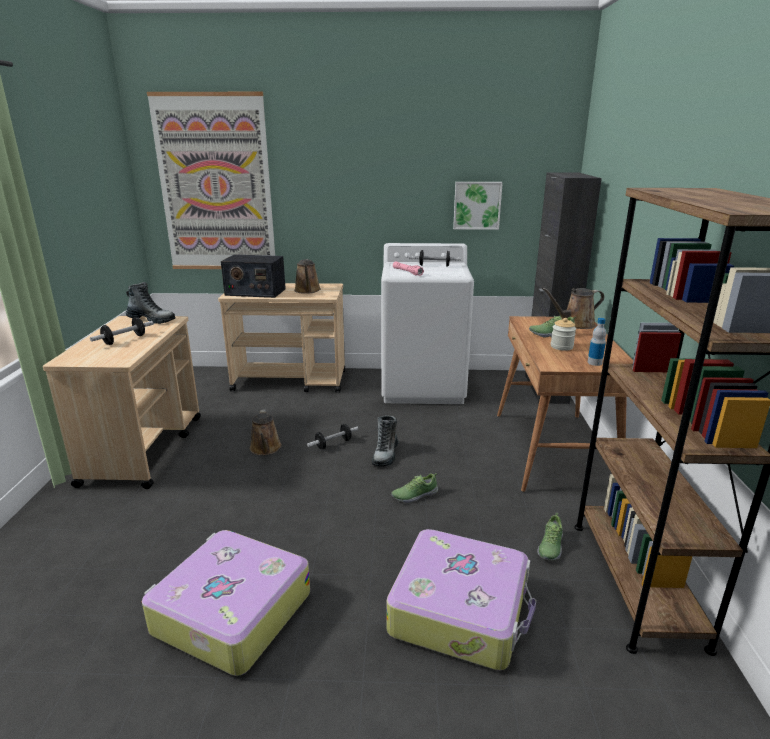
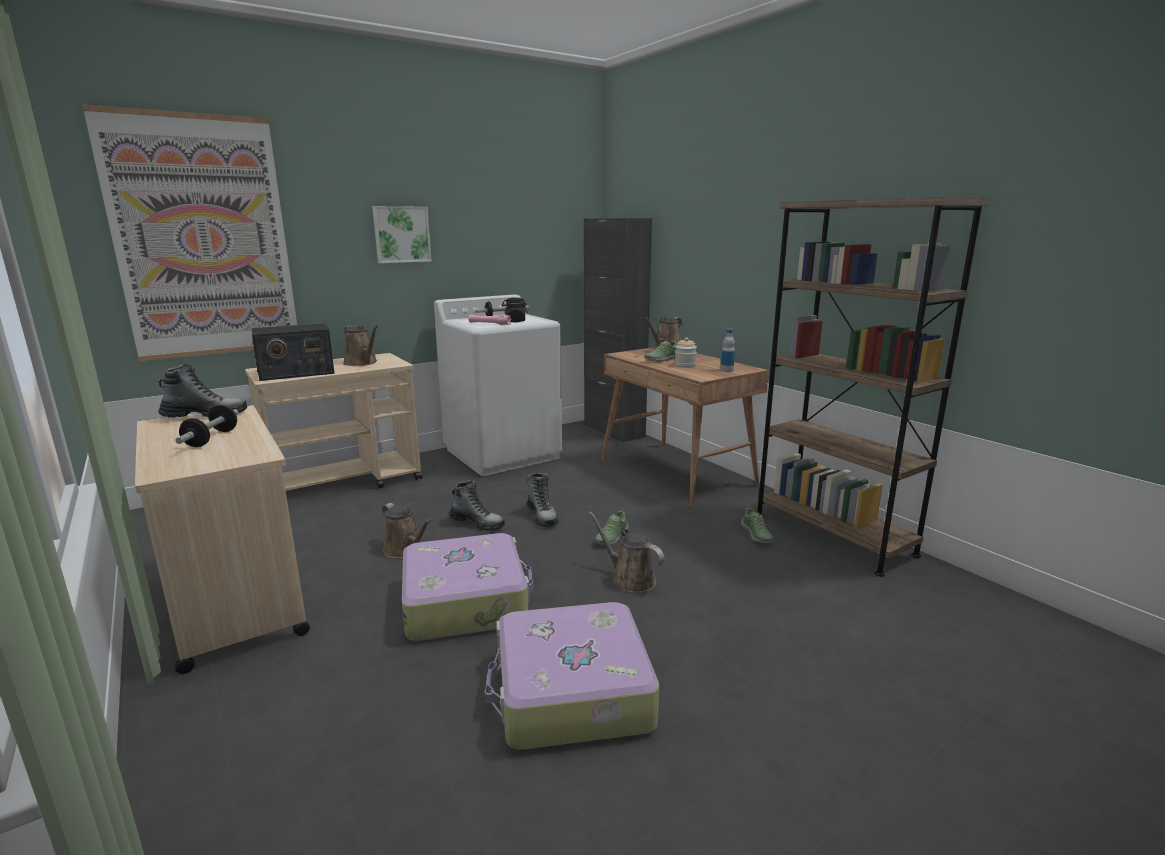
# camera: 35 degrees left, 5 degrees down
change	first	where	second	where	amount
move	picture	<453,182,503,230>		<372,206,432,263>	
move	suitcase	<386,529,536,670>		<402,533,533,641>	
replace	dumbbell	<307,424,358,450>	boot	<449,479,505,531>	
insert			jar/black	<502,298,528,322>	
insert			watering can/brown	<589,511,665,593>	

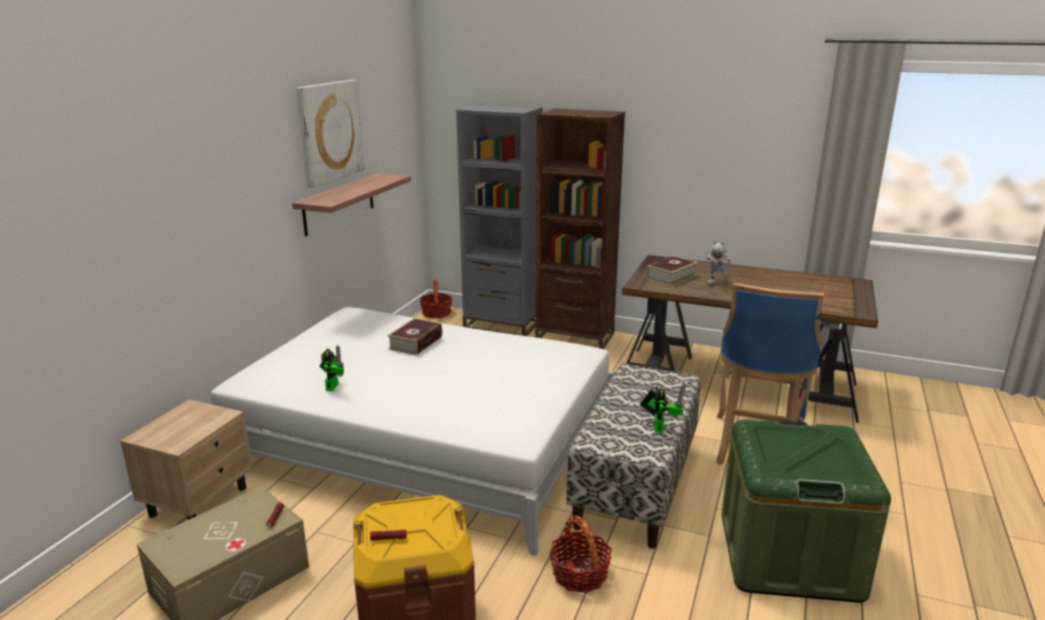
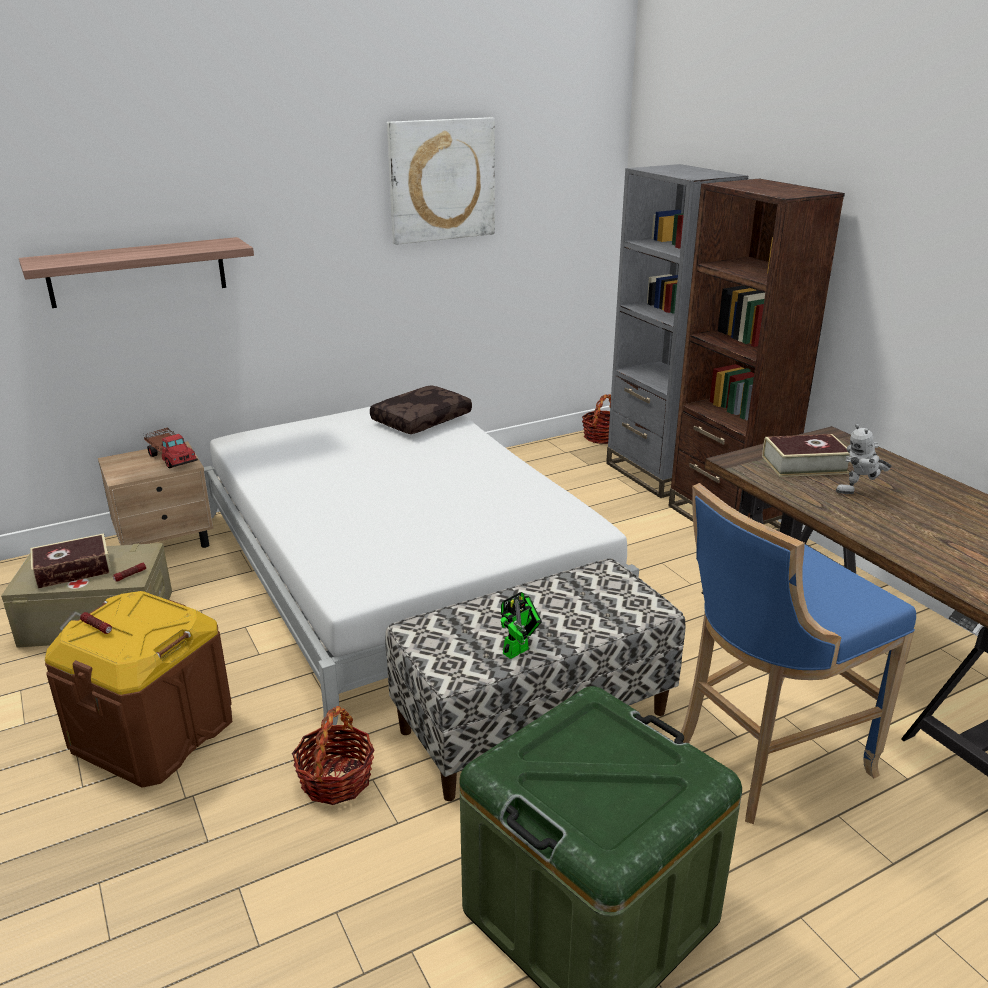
# camera: 40 degrees right, 5 degrees up
change	first	where	second	where	amount
move	shelf	<292,173,411,236>		<19,237,254,308>	
move	book	<387,318,442,355>		<30,533,112,589>	
insert			toy truck	<143,428,198,468>	
insert			pillow/brown	<370,385,472,434>	
delete	toy robot	<319,345,344,391>			

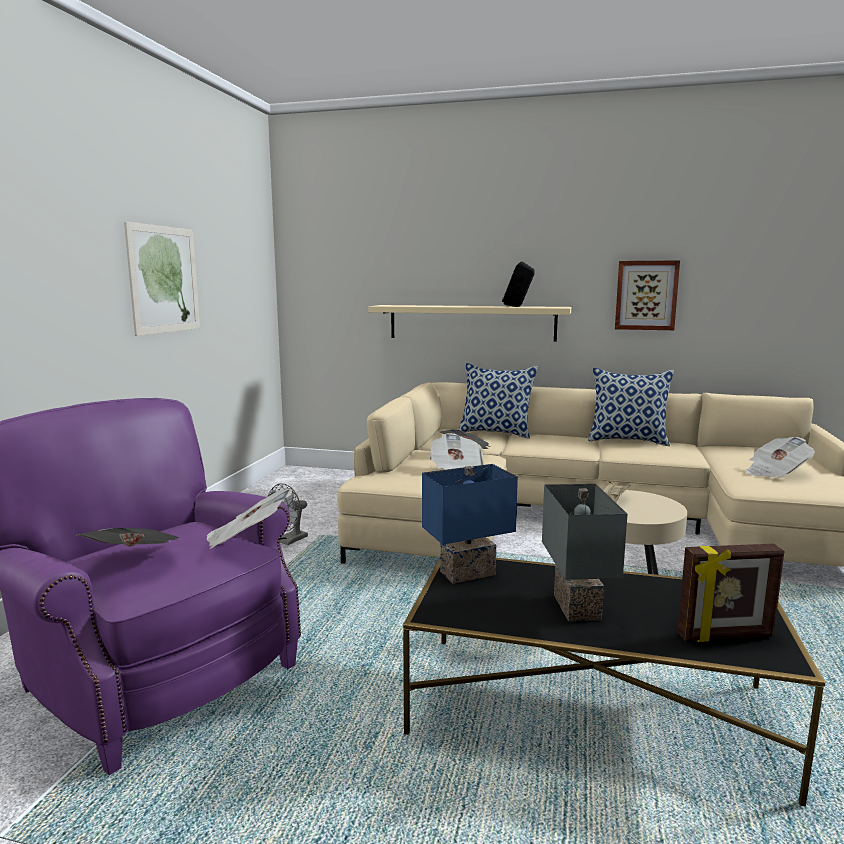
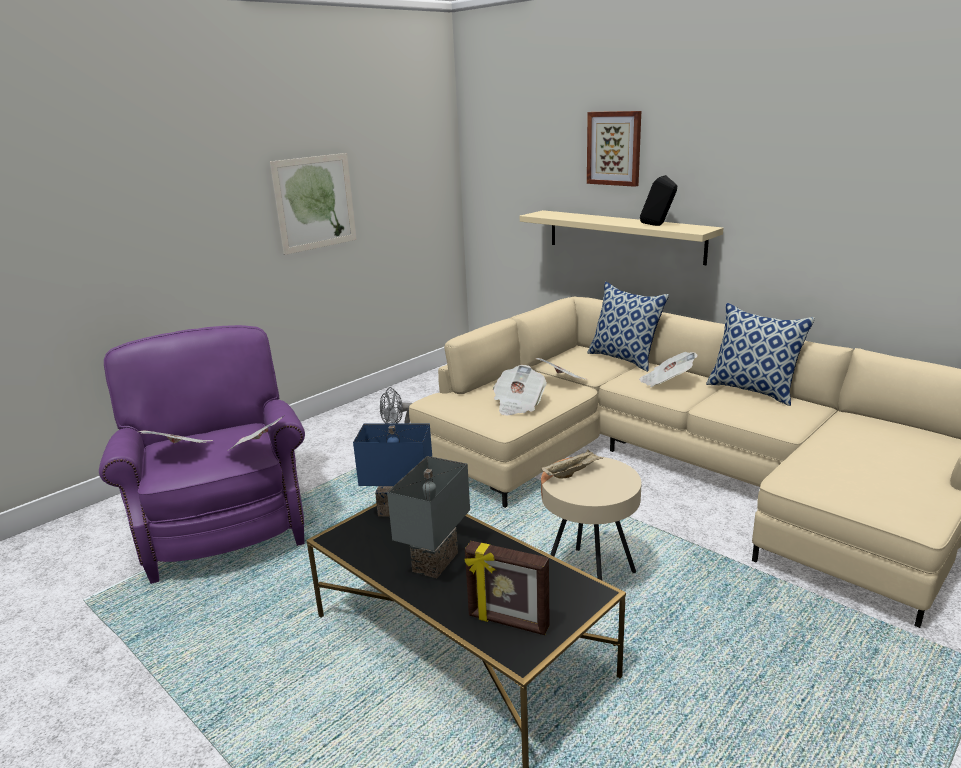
# camera: 30 degrees right, 10 degrees up
change	first	where	second	where	amount
move	picture	<615,260,680,330>		<587,111,641,187>	
move	newspaper	<746,437,815,478>		<639,352,698,387>	

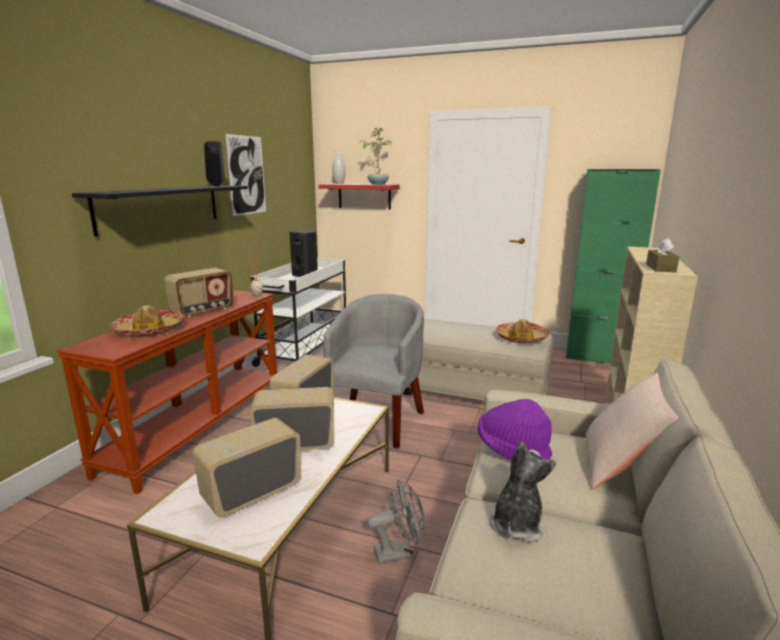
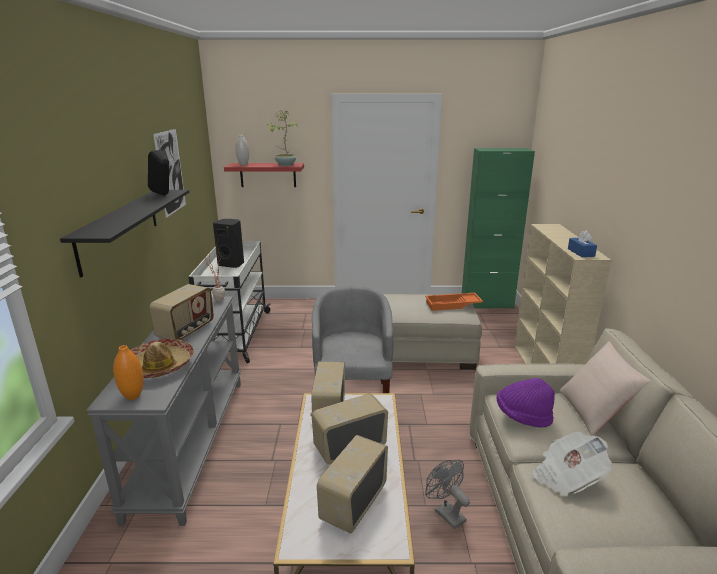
# camera: 20 degrees left, 5 degrees up
change	first	where	second	where	amount
recolor	console table/brown	<57,290,277,494>	console table/grey	<86,297,241,526>	
insert			vase/orange	<113,345,144,400>	
replace	hat	<496,319,550,343>	tray/orange	<425,293,483,311>	
rotate	fan/grey	<367,480,425,564>		<425,460,470,529>	90 degrees counterclockwise
replace	plush toy	<490,442,556,543>	newspaper	<532,432,612,497>	
recolor	tissue box/brown	<646,238,679,272>	tissue box/blue	<568,231,597,257>	

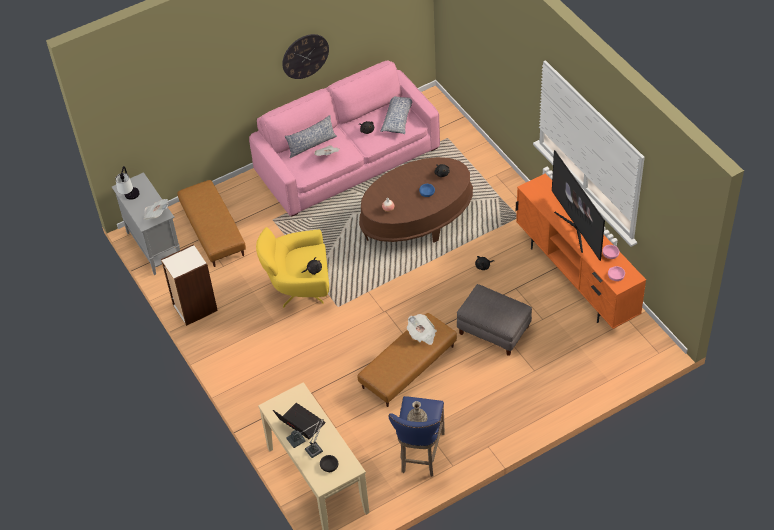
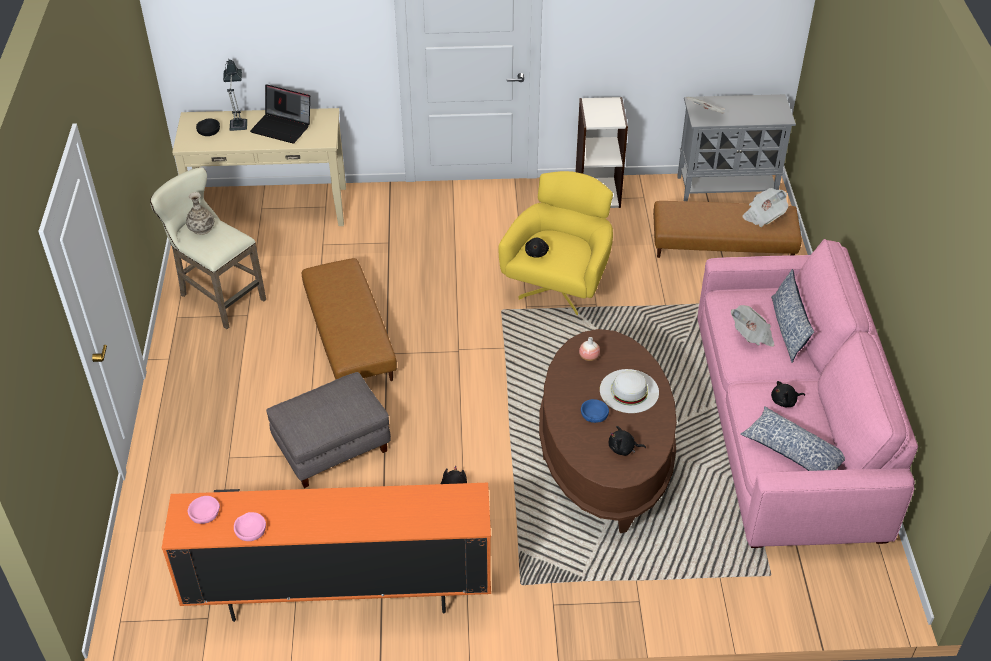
# camera: 115 degrees right, 5 degrees down
change	first	where	second	where	amount
recolor	stool/blue	<389,396,445,477>	stool/beige	<150,167,266,329>	
rotate	laptop	<273,403,326,439>		<250,84,310,144>	45 degrees clockwise
insert			hat/white	<600,369,659,413>	
move	newspaper	<407,314,437,345>		<743,188,788,227>	
delete	table lamp	<115,166,139,200>			
delete	wall clock	<282,34,329,79>			
delete	television	<552,150,605,261>			

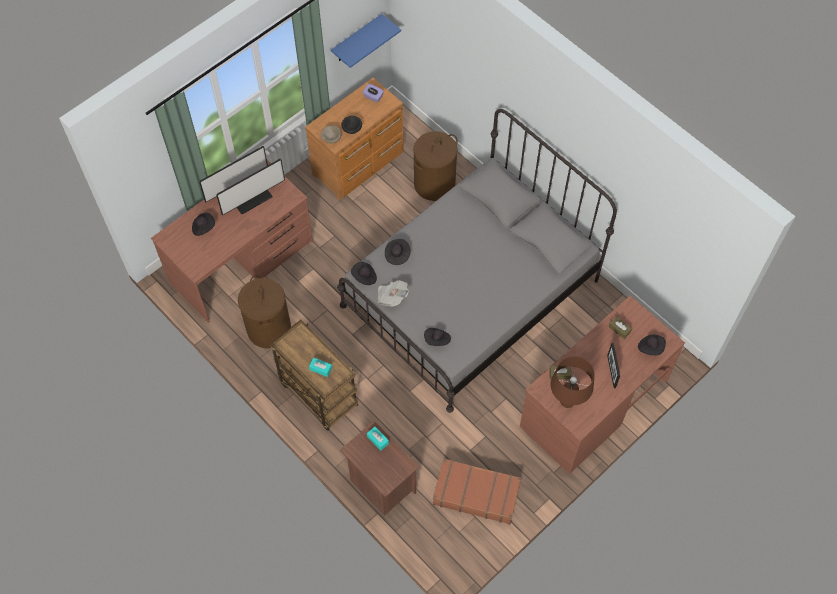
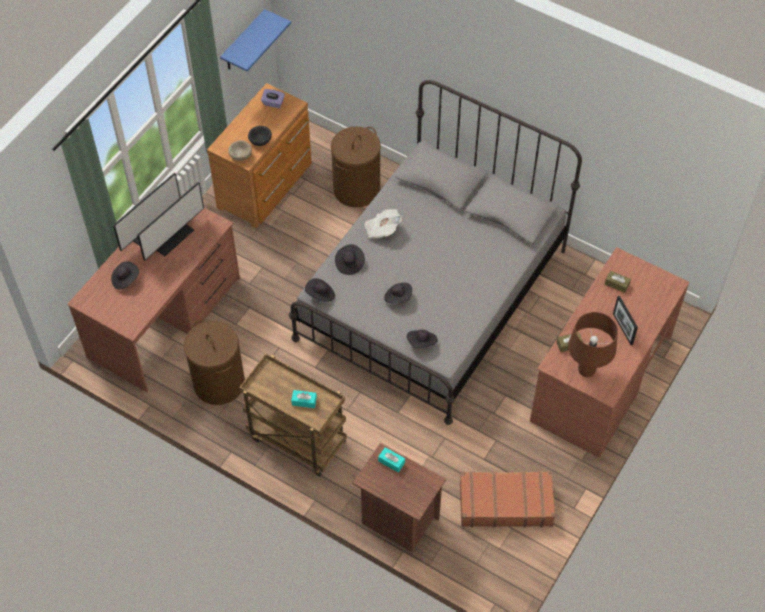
# camera: 15 degrees left, 5 degrees down
change	first	where	second	where	amount
move	newspaper	<377,280,409,307>		<365,209,402,238>	
move	hat/black	<638,335,666,355>		<384,283,412,304>	

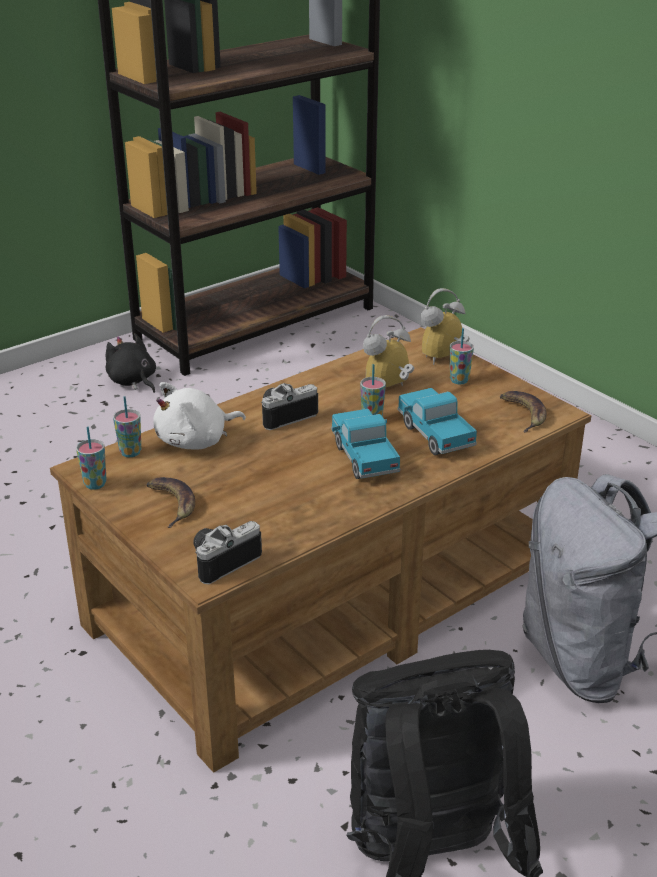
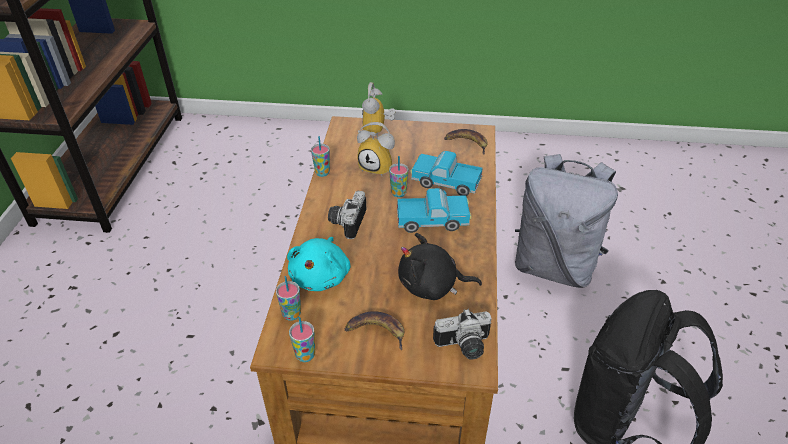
# camera: 45 degrees left, 10 degrees up
change	first	where	second	where	amount
recolor	plush toy/white	<153,382,246,450>	plush toy/turquoise	<287,237,351,291>	
move	cup	<450,328,474,385>		<311,136,330,177>	
rotate	alarm clock	<363,315,414,387>		<357,122,395,176>	75 degrees counterclockwise
rotate	toy truck	<331,409,400,479>		<397,188,472,233>	150 degrees clockwise
move	plush toy/black	<105,333,156,393>		<398,233,482,300>	
rotate	photo camera	<193,521,262,584>		<433,309,492,360>	105 degrees counterclockwise

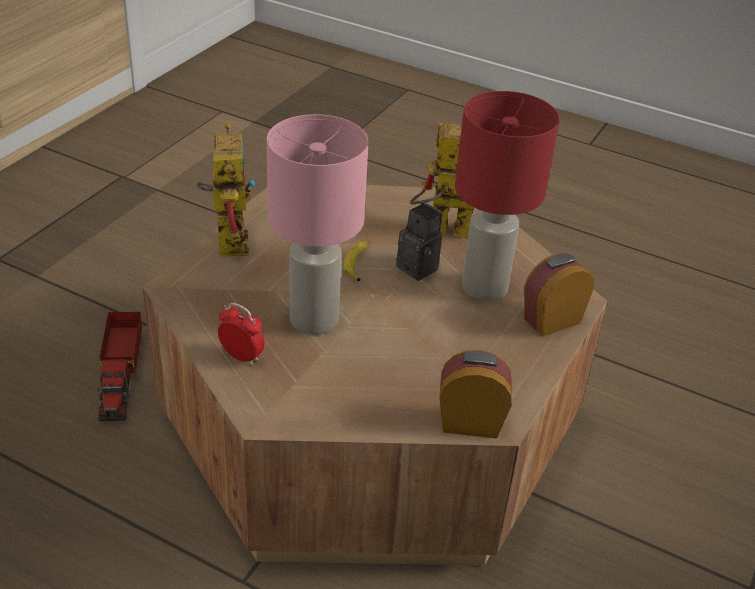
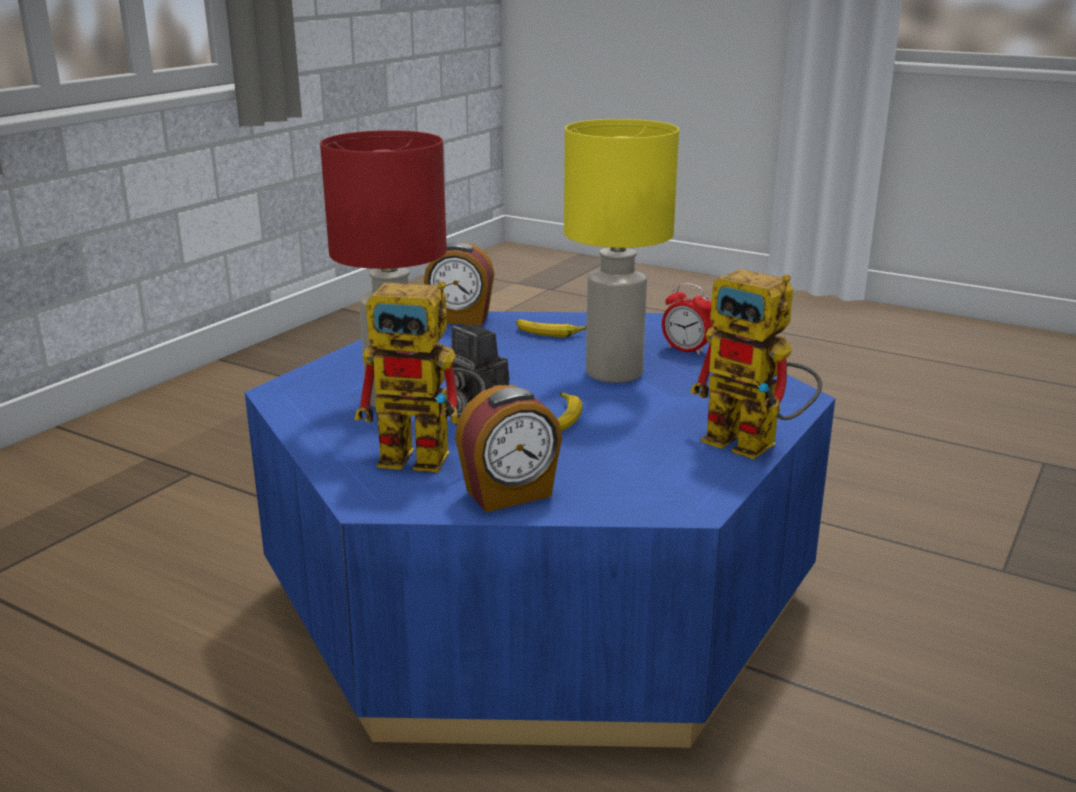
# camera: 175 degrees left, 15 degrees down
change	first	where	second	where	amount
recolor	coffee table/brown	<143,185,607,565>	coffee table/blue	<245,312,835,748>	
move	alarm clock	<524,253,594,337>		<455,385,562,512>	
insert			banana	<516,319,586,337>	
recolor	table lamp/pink	<267,114,369,335>	table lamp/yellow	<564,119,679,383>	
rotate	toy robot	<197,123,255,256>		<690,269,822,460>	45 degrees counterclockwise
delete	toy truck	<97,312,142,421>			

